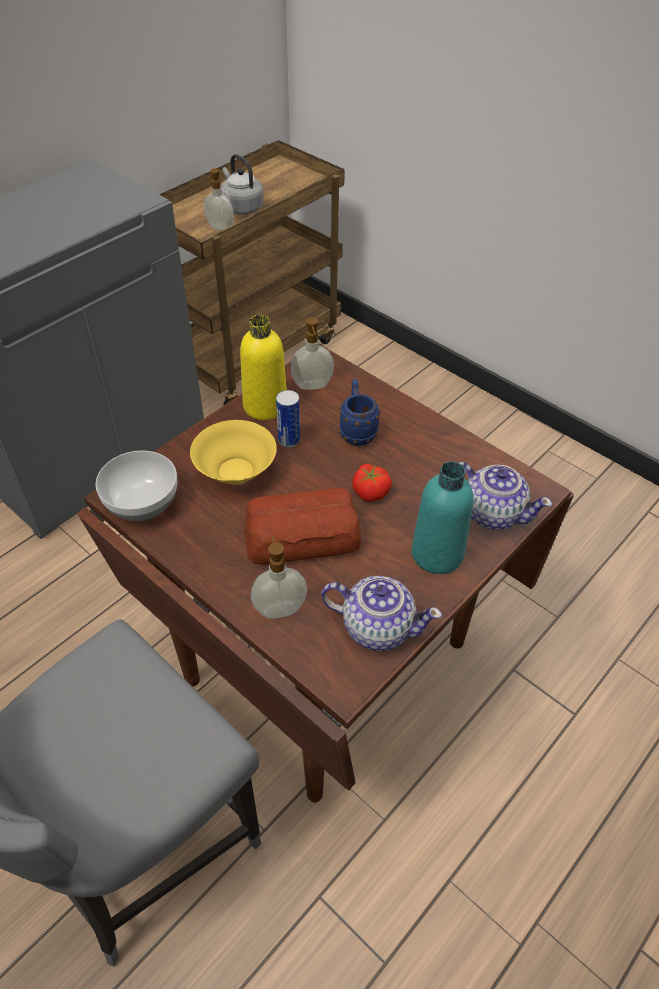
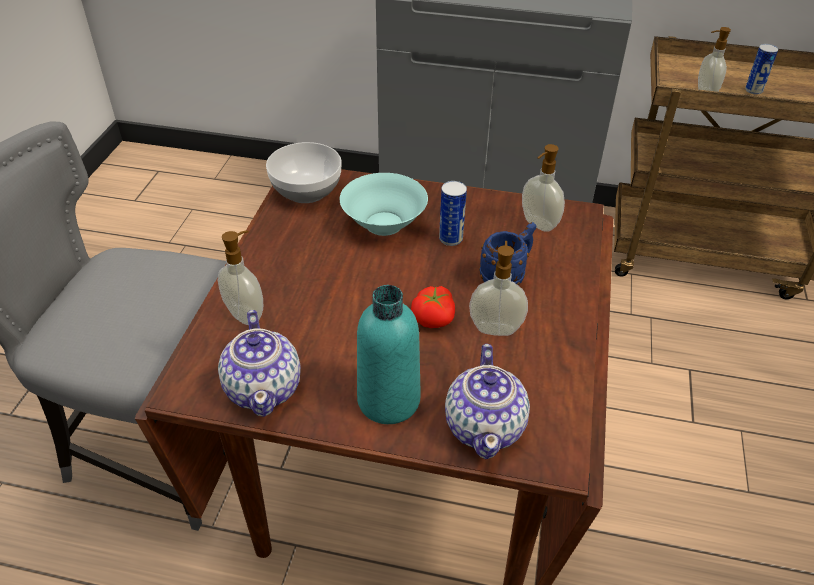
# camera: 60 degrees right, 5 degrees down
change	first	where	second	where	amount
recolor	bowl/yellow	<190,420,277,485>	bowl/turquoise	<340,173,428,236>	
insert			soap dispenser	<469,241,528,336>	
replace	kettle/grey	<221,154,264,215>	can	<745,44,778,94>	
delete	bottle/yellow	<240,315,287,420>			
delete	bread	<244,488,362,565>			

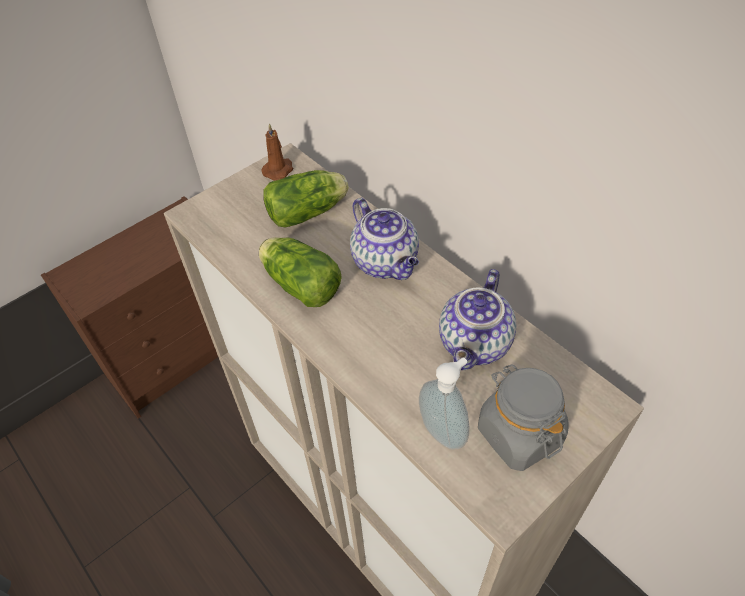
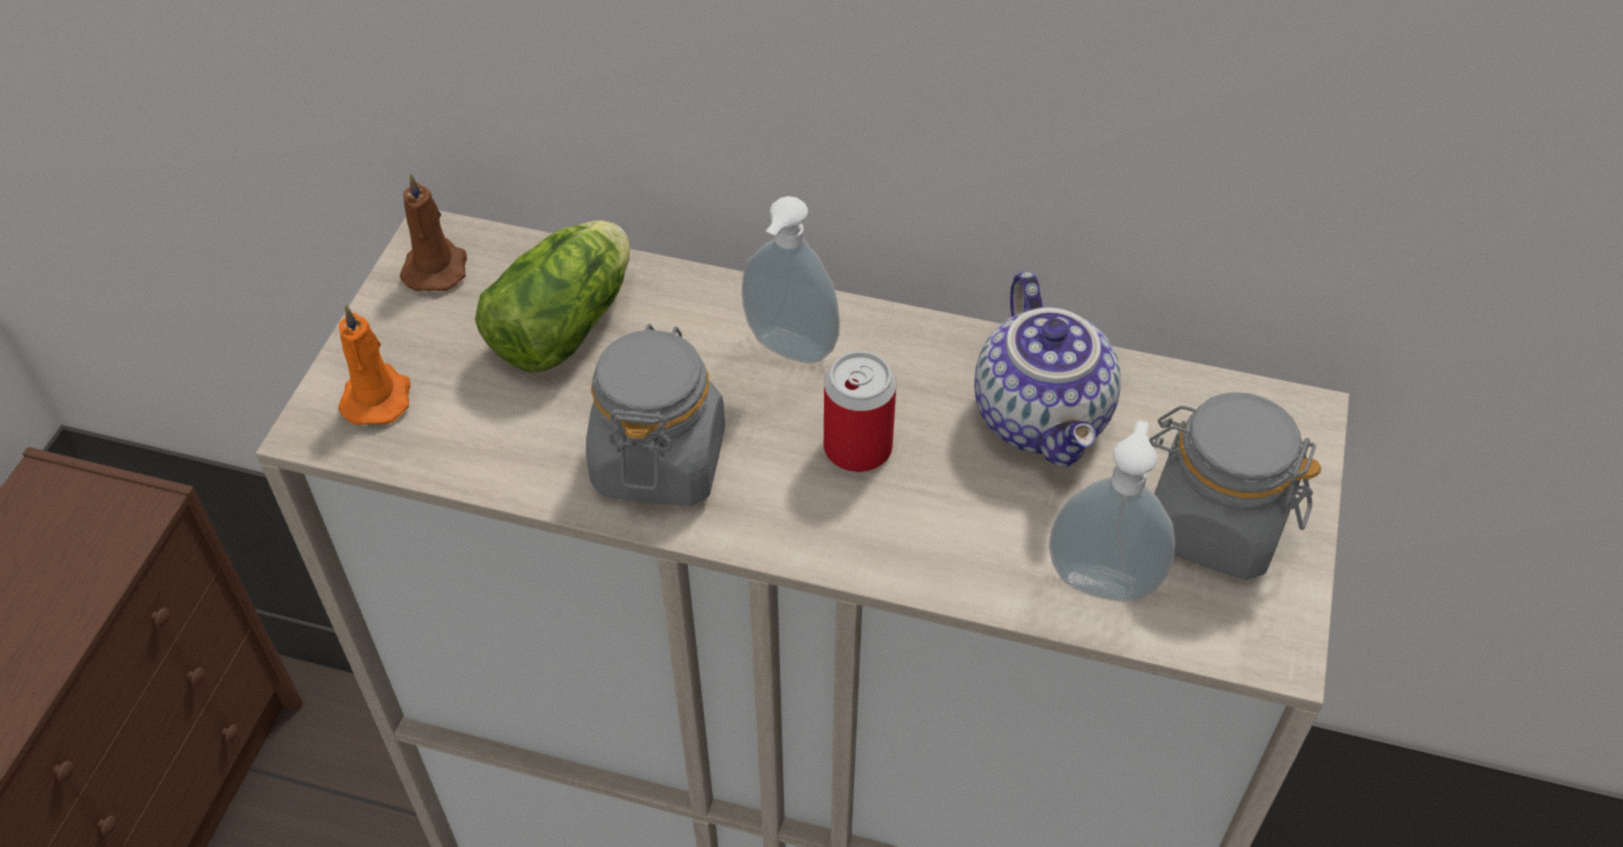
# camera: 35 degrees left, 0 degrees up
change	first	where	second	where	amount
insert			candle/orange	<338,305,410,425>	
replace	lettuce	<259,237,342,307>	jar/grey	<586,324,725,506>	
replace	teapot	<350,198,419,280>	soap dispenser	<742,196,840,363>	
insert			can	<824,351,896,472>	

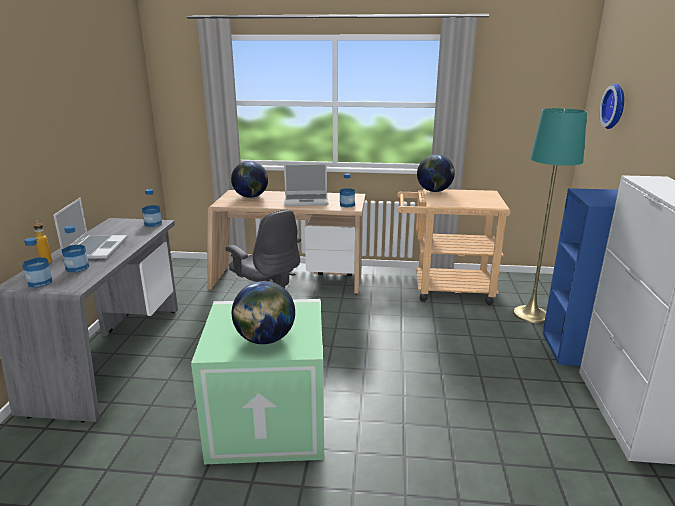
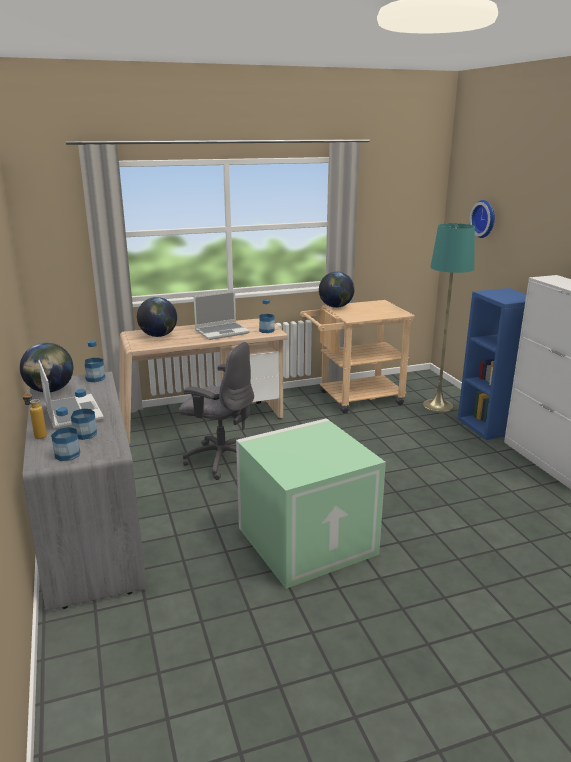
# camera: 25 degrees left, 0 degrees up
change	first	where	second	where	amount
move	globe	<232,281,295,344>		<20,343,73,392>	

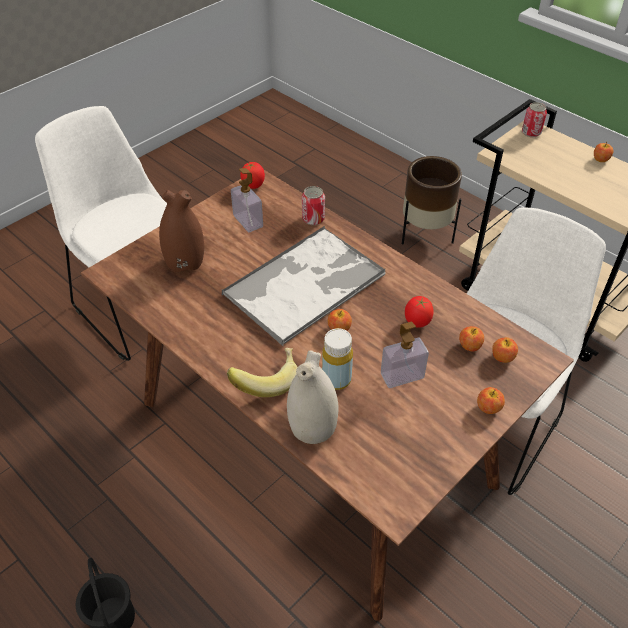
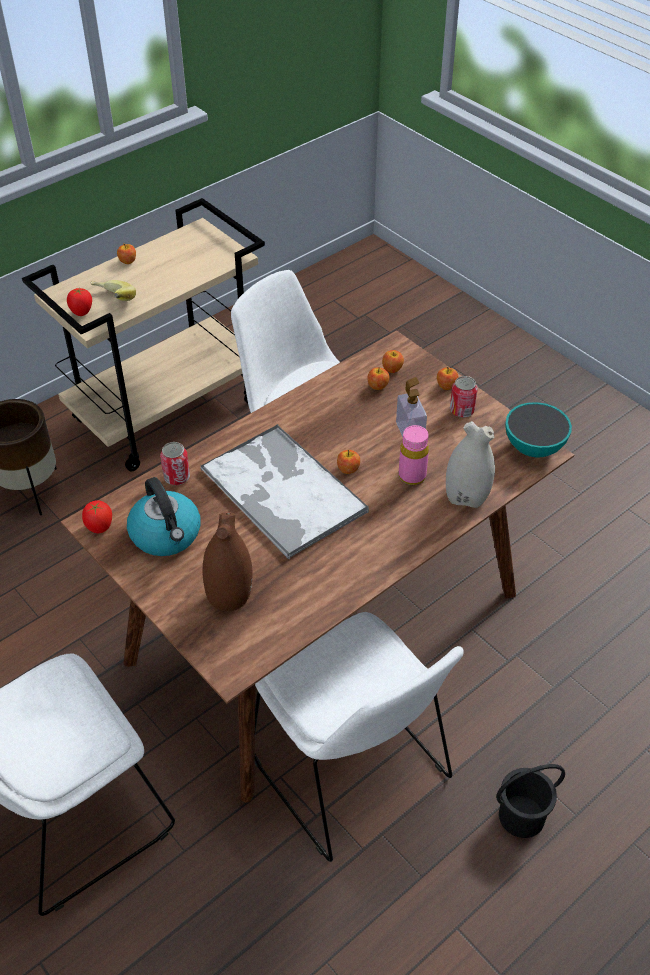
# camera: 85 degrees left, 0 degrees up
change	first	where	second	where	amount
move	tomato	<405,296,434,328>		<67,288,92,316>	
move	banana	<227,348,298,397>		<91,280,136,301>	
replace	soap dispenser	<231,168,263,232>	kettle	<127,477,201,556>	
insert			chair/white	<255,612,464,862>	
recolor	bottle/yellow	<322,328,353,390>	bottle/pink	<399,425,429,485>	
move	can	<522,102,547,137>		<450,376,478,418>	
insert			bowl	<506,402,572,457>	

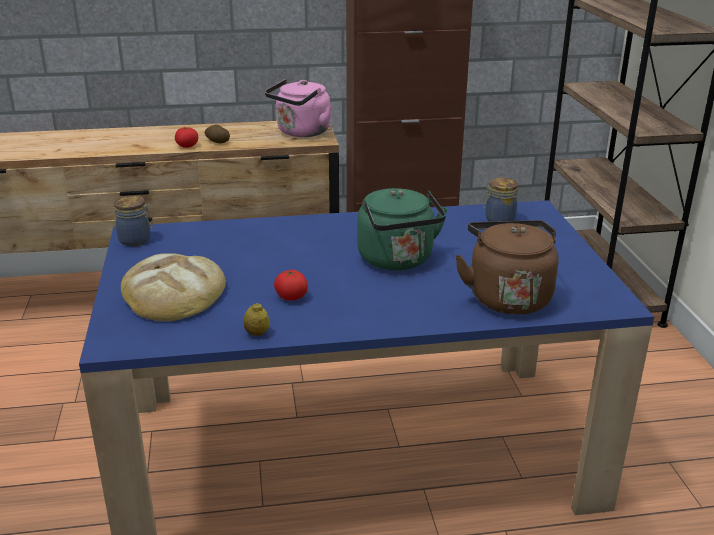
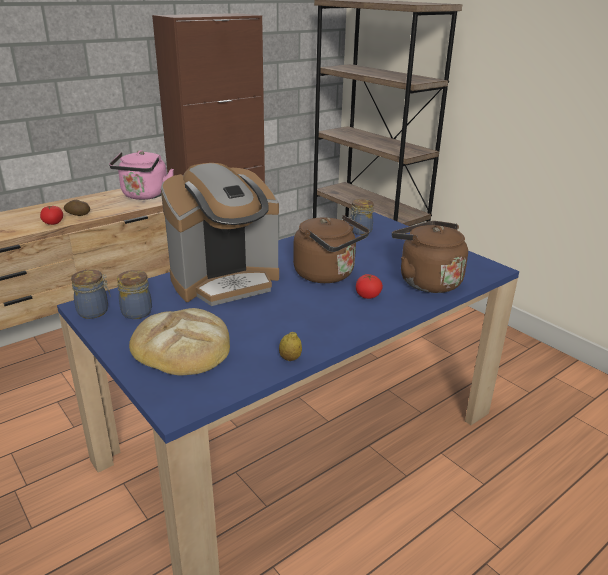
# camera: 30 degrees left, 0 degrees up
change	first	where	second	where	amount
insert			jar	<117,270,152,319>	
insert			coffee machine	<161,163,279,306>	
recolor	kettle/green	<357,188,448,270>	kettle/brown	<293,215,369,283>	
move	tomato	<274,269,308,301>		<356,274,383,299>	

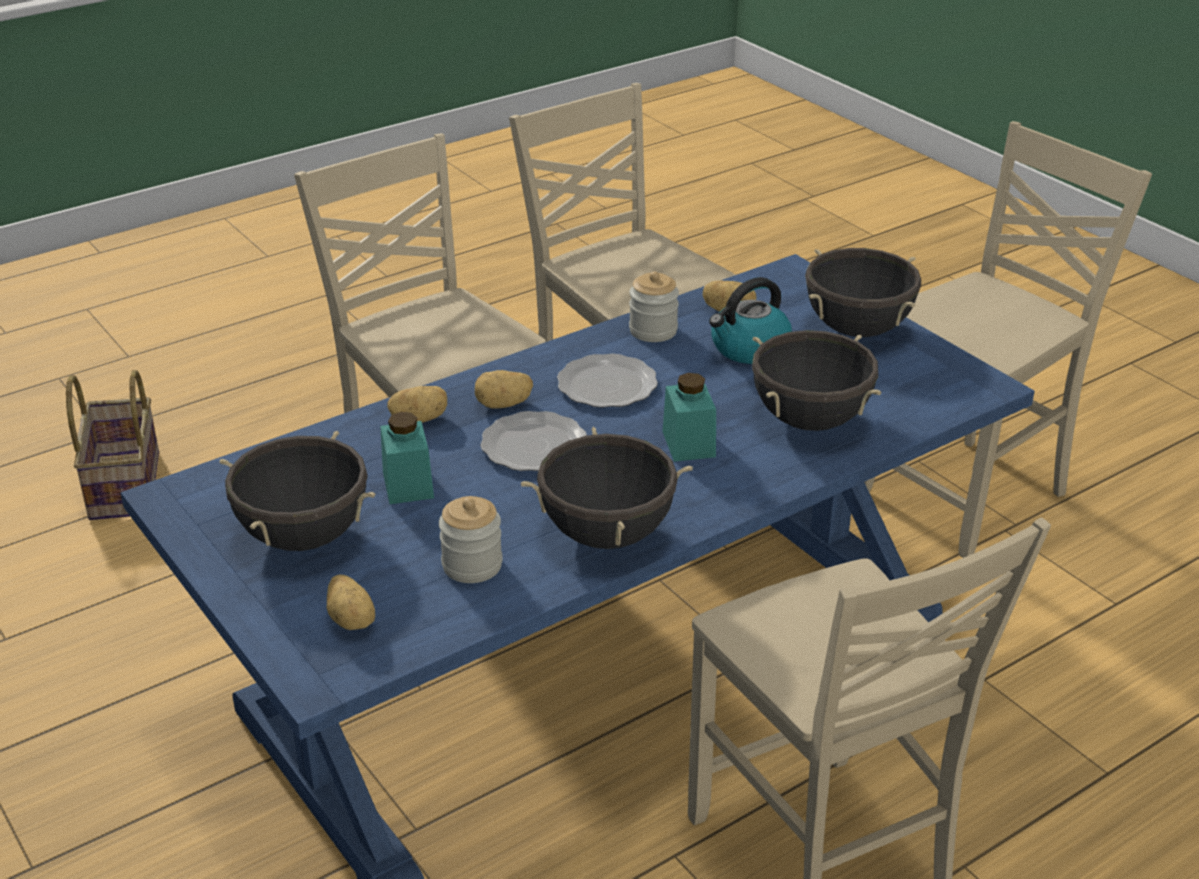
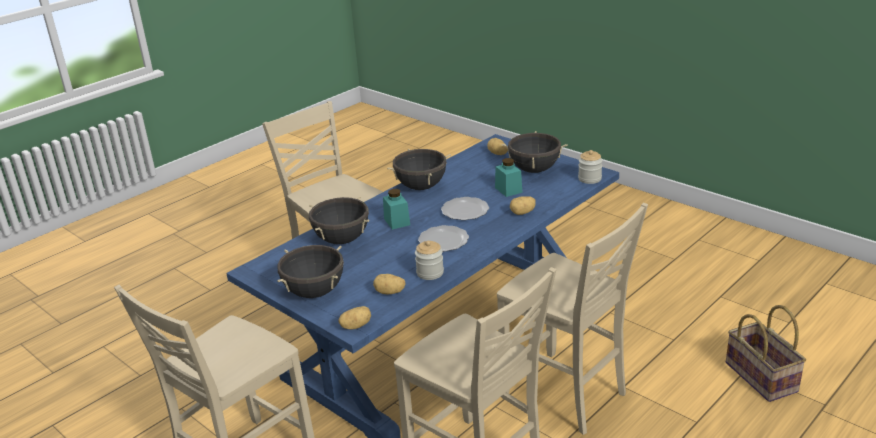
# camera: 170 degrees right, 5 degrees down
change	first	where	second	where	amount
move	potato	<475,370,533,409>		<338,306,371,329>	
move	jar	<439,496,503,583>		<578,150,603,184>	
delete	kettle	<709,277,792,364>			

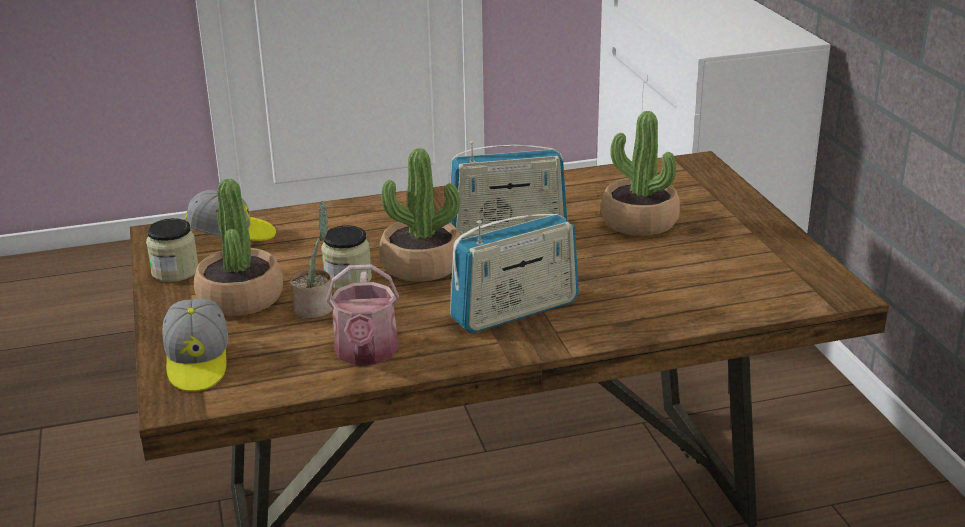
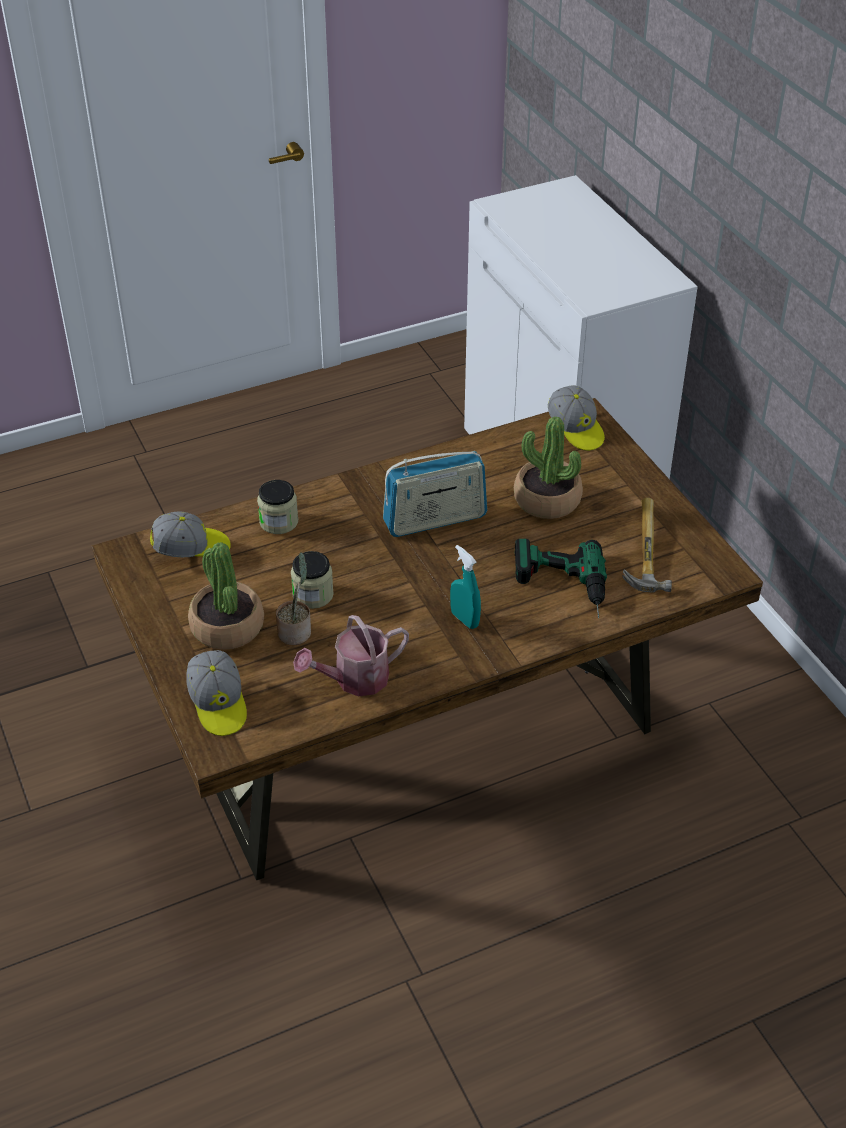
# camera: 10 degrees left, 15 degrees up
change	first	where	second	where	amount
move	jar	<146,218,198,282>		<257,480,298,534>	
rotate	watering can	<326,264,399,365>		<293,615,409,697>	75 degrees clockwise
replace	radio	<450,214,579,333>	spray bottle/turquoise	<450,545,481,629>	
insert			power drill	<515,539,607,618>	
insert			cap	<548,385,605,451>	
insert			hammer	<622,497,672,592>	
delete	potted plant	<379,148,462,282>			

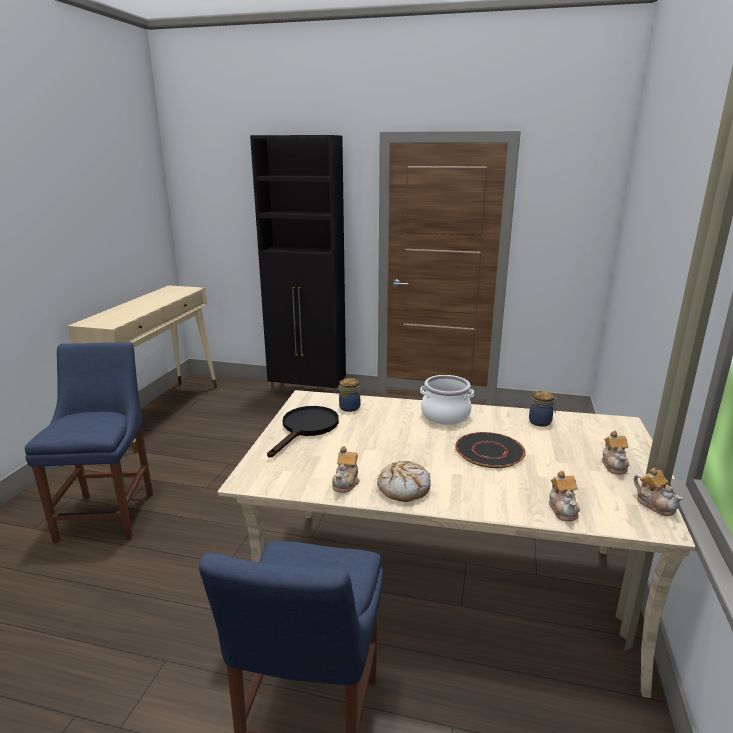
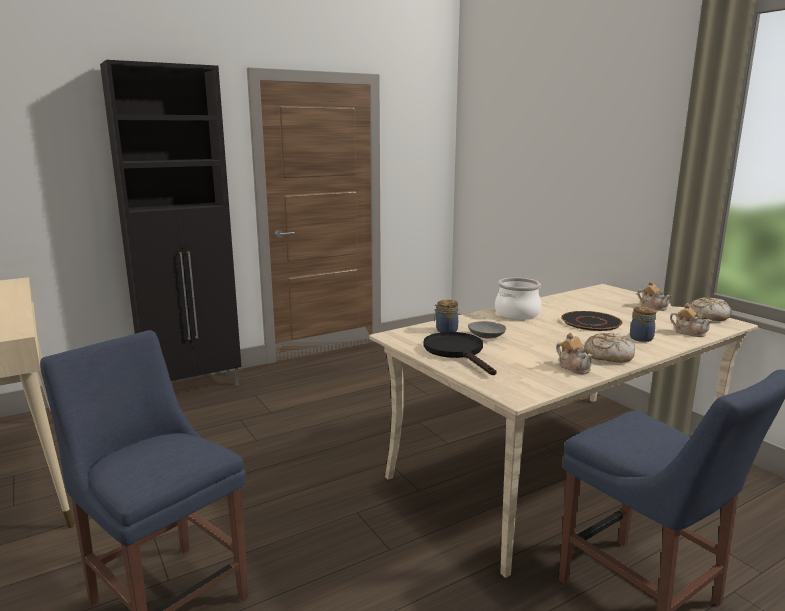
# camera: 45 degrees left, 5 degrees down
change	first	where	second	where	amount
insert			bowl/grey	<468,321,506,339>	
move	jar	<529,391,557,427>		<630,307,656,342>	
replace	teapot	<634,467,683,516>	bread	<689,297,732,321>	

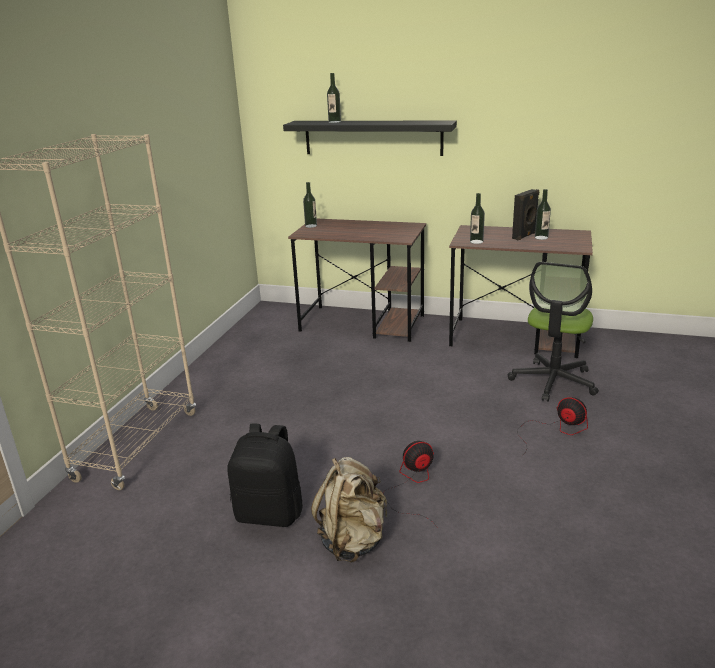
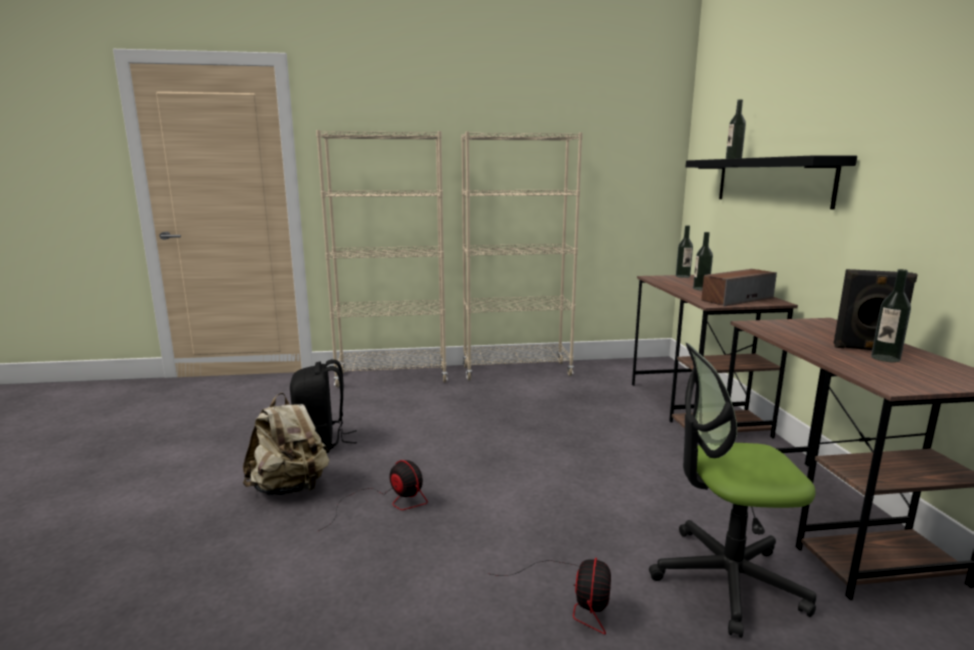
# camera: 65 degrees right, 10 degrees down
change	first	where	second	where	amount
insert			bookcase/beige	<461,131,583,380>	
move	bottle	<470,193,485,244>		<693,232,713,290>	
insert			speaker	<701,269,777,307>	

